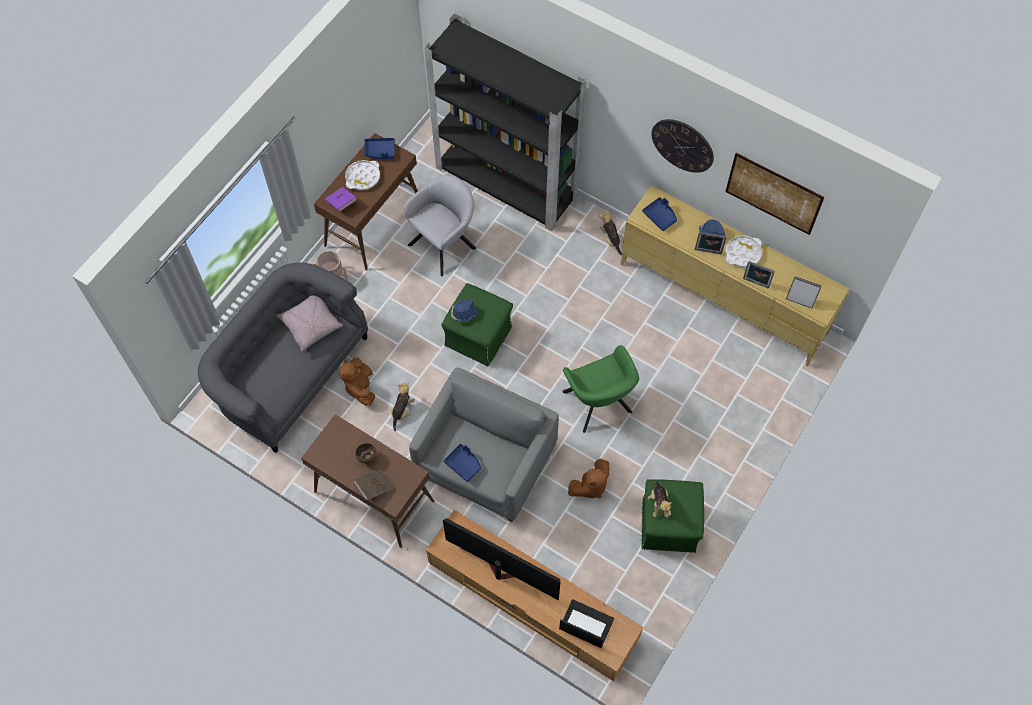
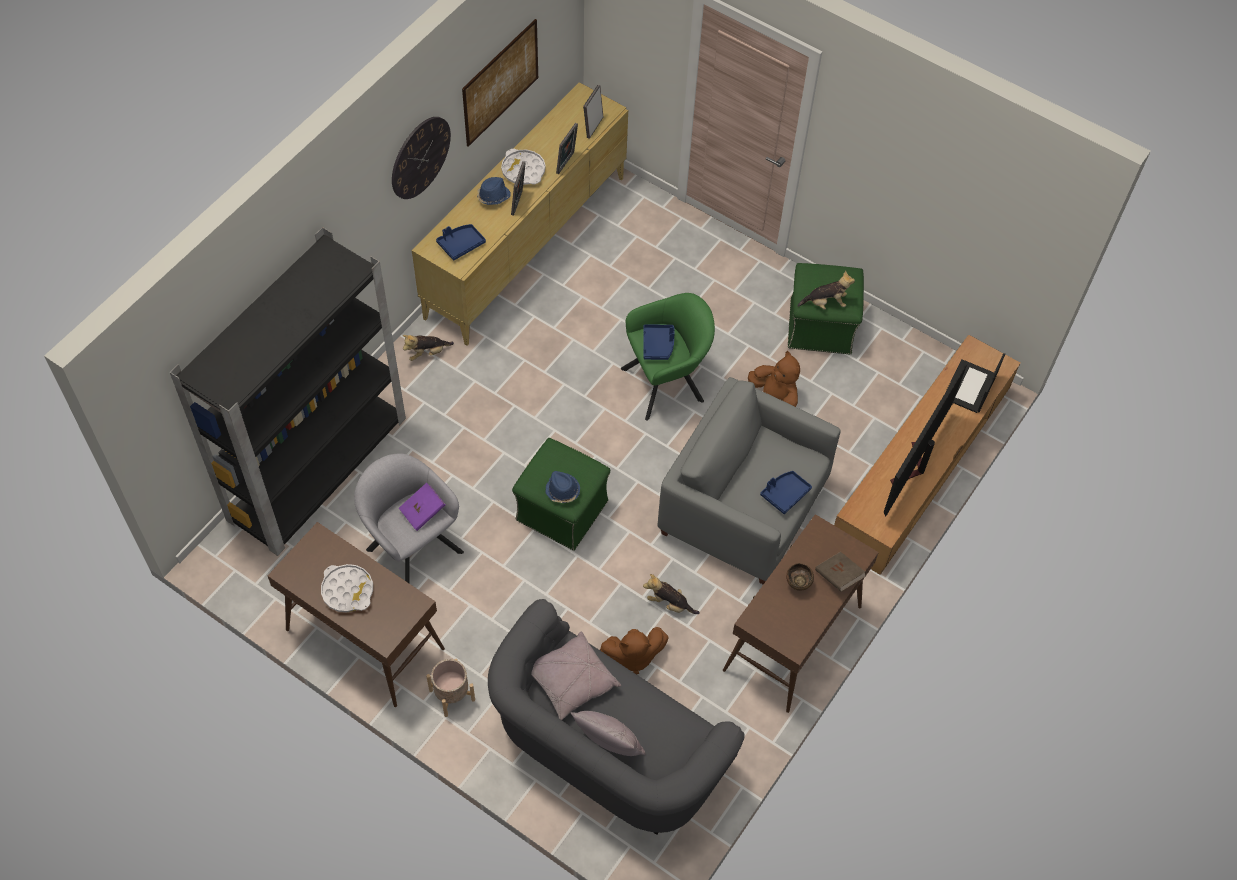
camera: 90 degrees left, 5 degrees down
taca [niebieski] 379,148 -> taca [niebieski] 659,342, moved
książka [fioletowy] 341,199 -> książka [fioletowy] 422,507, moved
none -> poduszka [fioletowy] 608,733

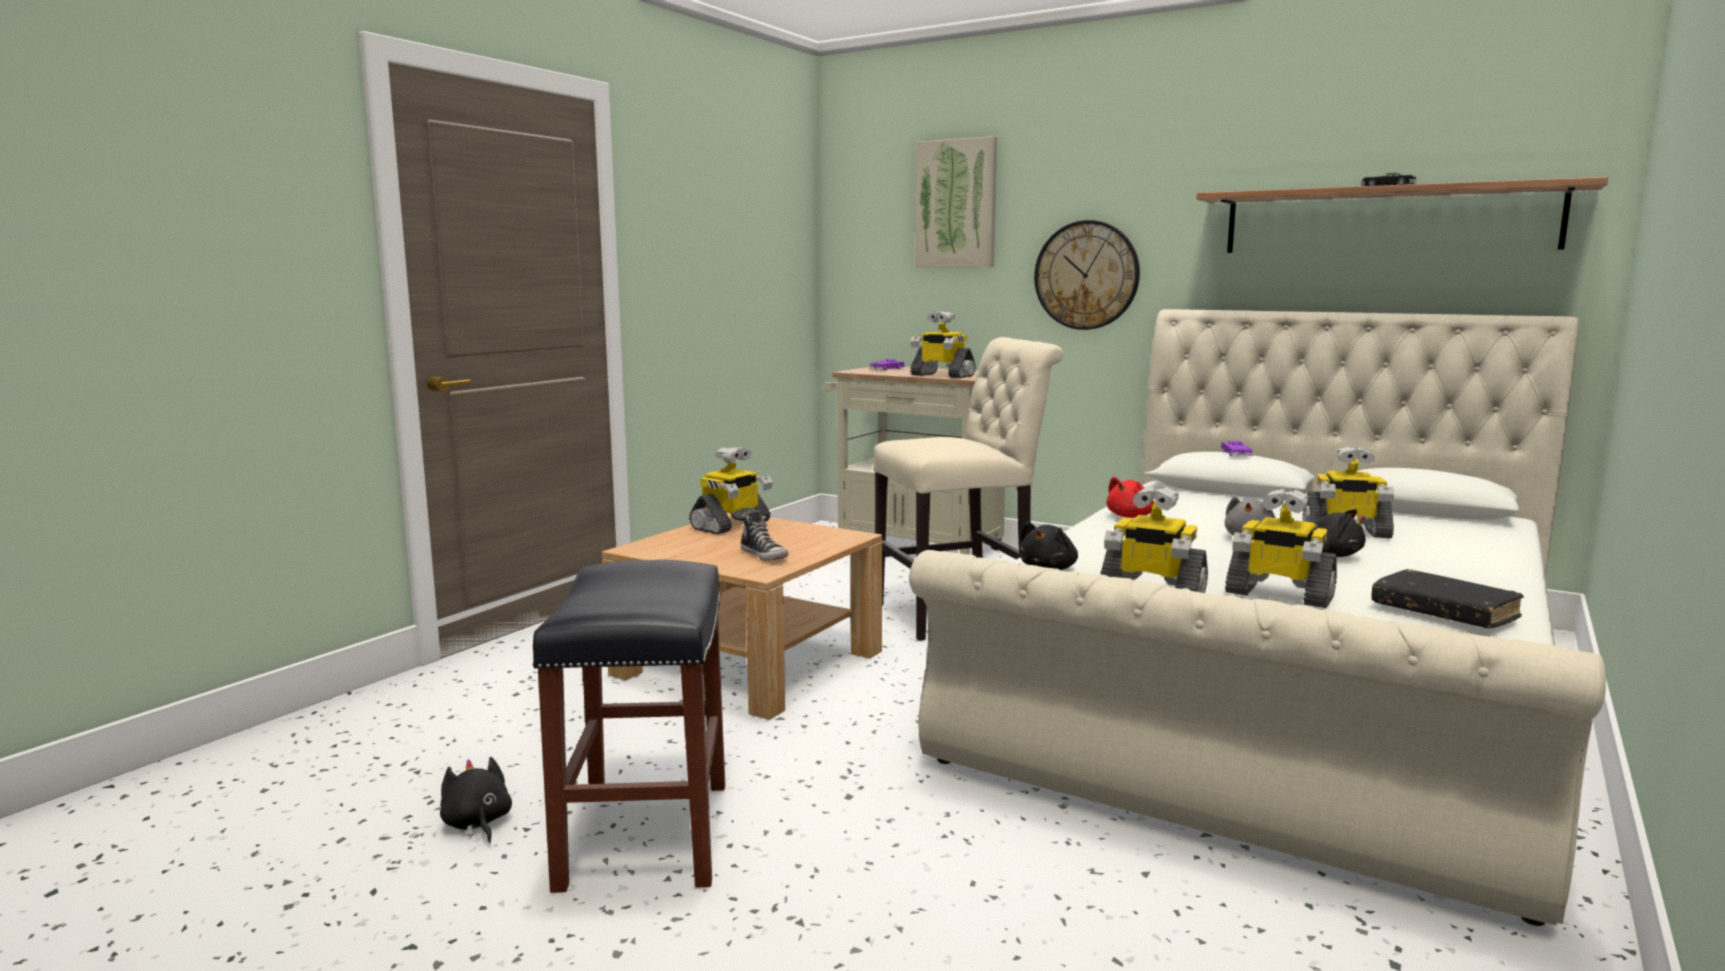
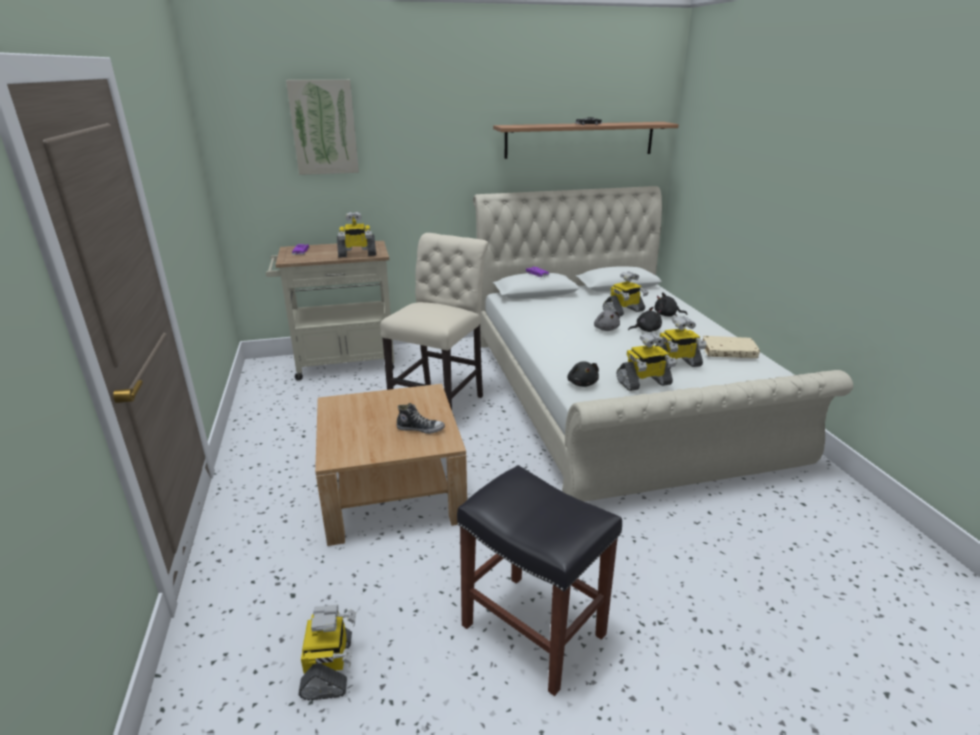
camera: 45 degrees left, 15 degrees up
zegar ścienny 1087,275 -> none
robot zabawkowy 731,490 -> robot zabawkowy 327,652, moved
pluszak [czerwony] 1130,497 -> none
książka [czarny] 1447,598 -> książka [beżowy] 731,347
pluszak [czarny] 476,800 -> pluszak [czarny] 670,304, moved

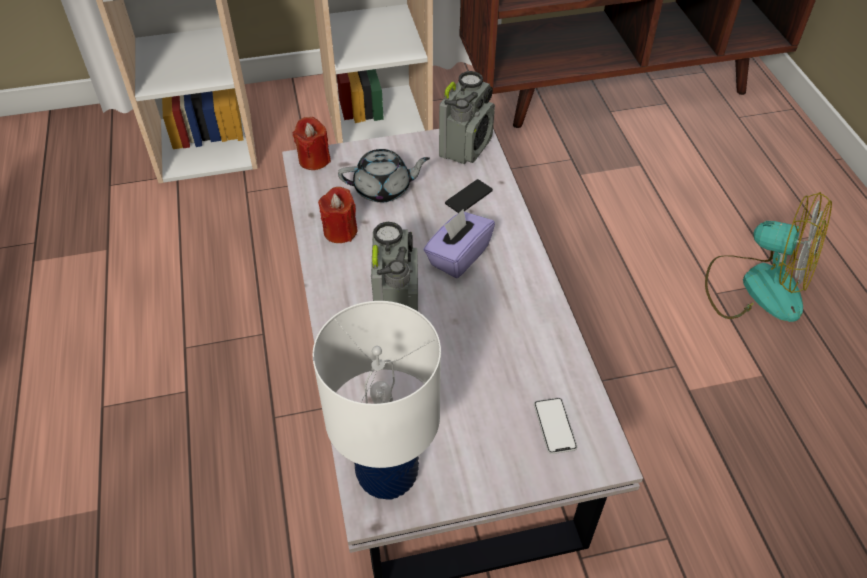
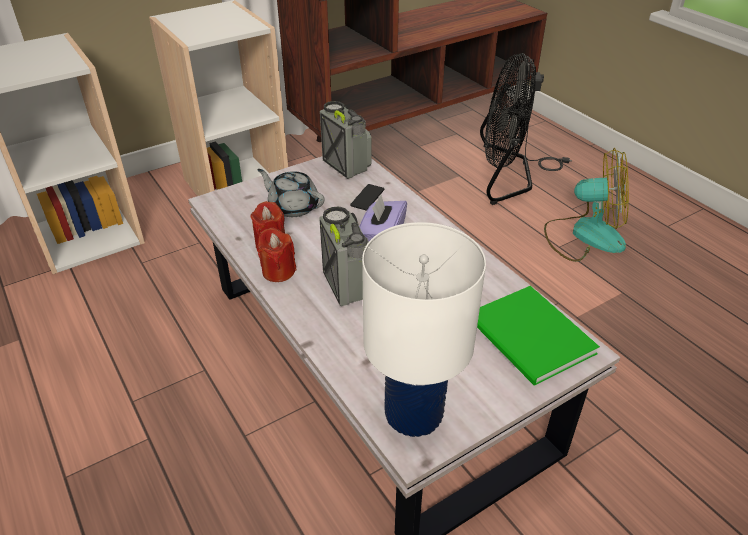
camera: 20 degrees left, 10 degrees down
radio 467,117 -> radio 346,140, 45 degrees counterclockwise
świeca [czerwony] 312,143 -> świeca [czerwony] 277,254, moved
imbryk [szary] 384,176 -> imbryk [szary] 291,193, 120 degrees counterclockwise
telefon 555,426 -> książka [zielony] 538,336
none -> wentylator [czarny] 526,129

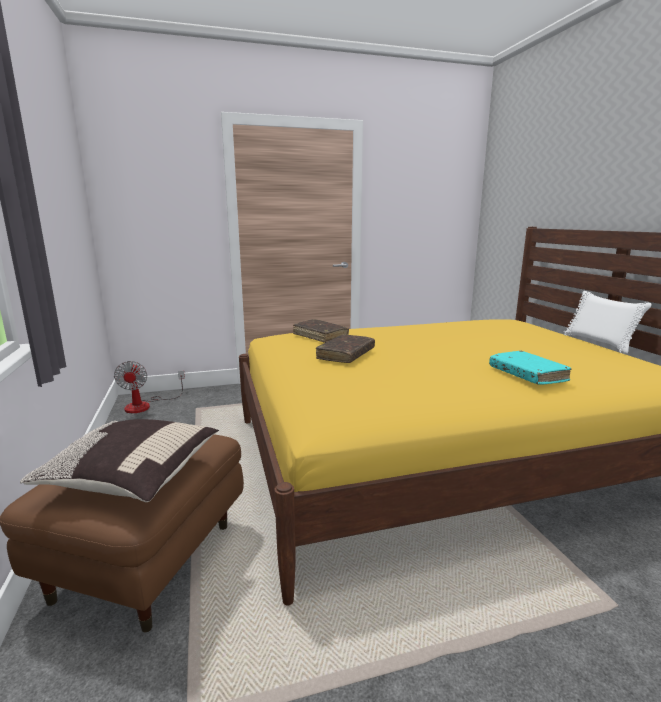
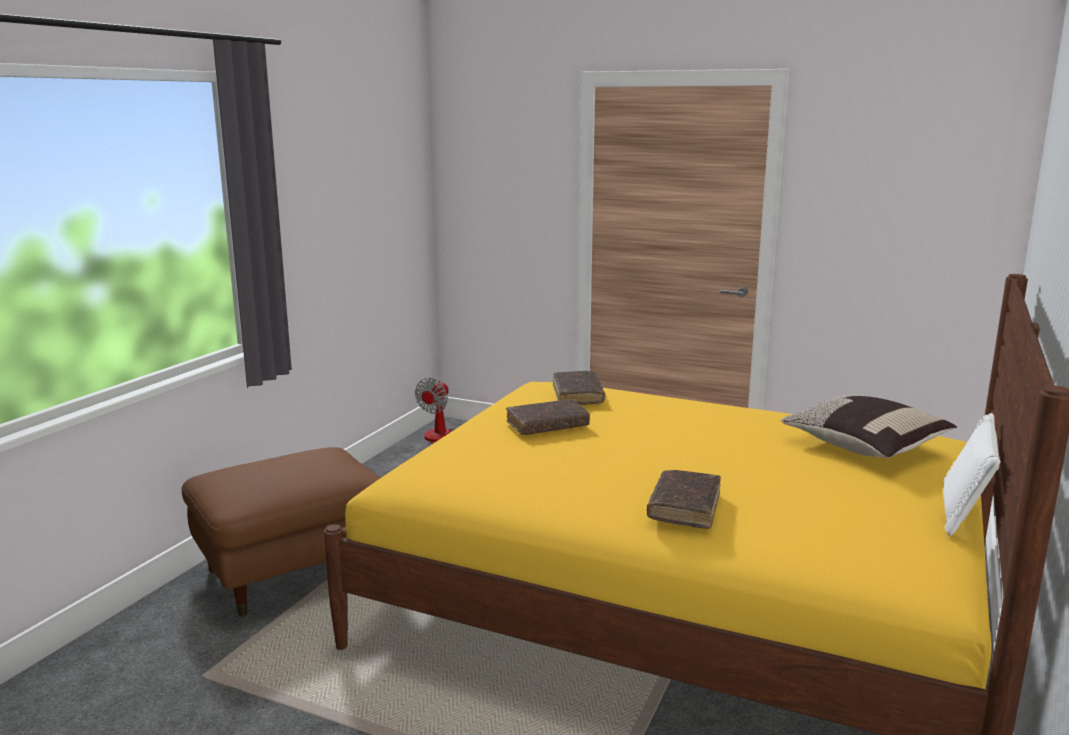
camera: 40 degrees right, 0 degrees up
książka [turkusowy] 530,368 -> książka [brązowy] 684,499
poduszka 119,460 -> poduszka 869,426, moved

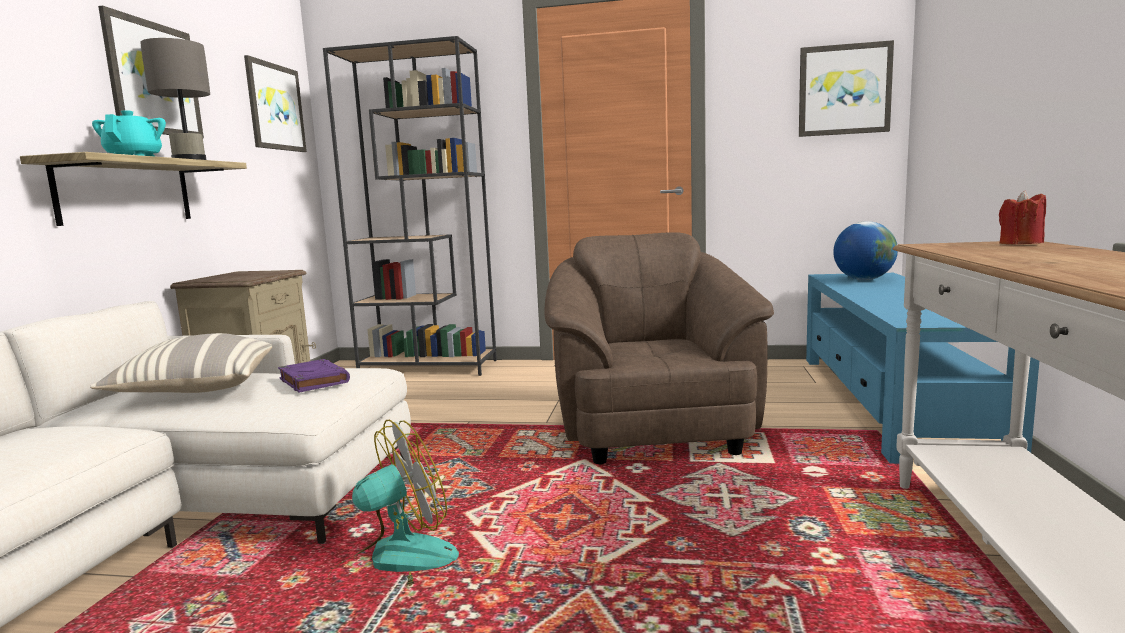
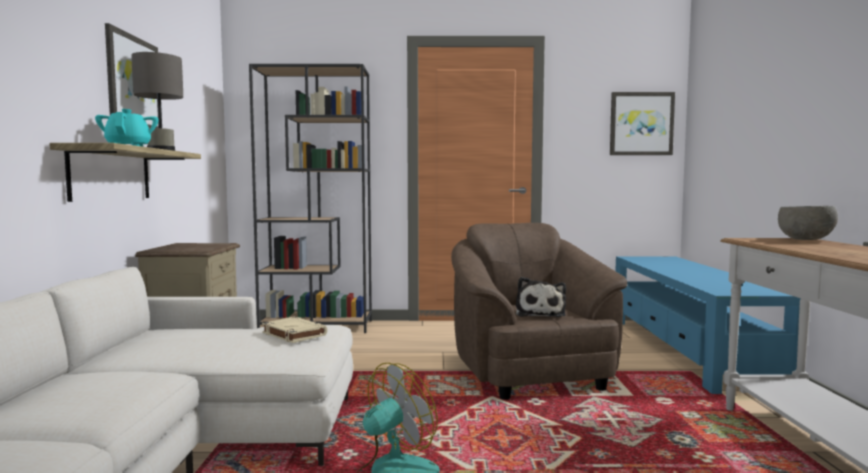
camera: 10 degrees left, 5 degrees down
obraz 275,103 -> none
świeca [czerwony] 1022,217 -> miska [szary] 808,223
globus 865,250 -> none
poduszka 181,363 -> none
książka [fioletowy] 314,376 -> książka [beżowy] 294,330
none -> pluszak 541,297

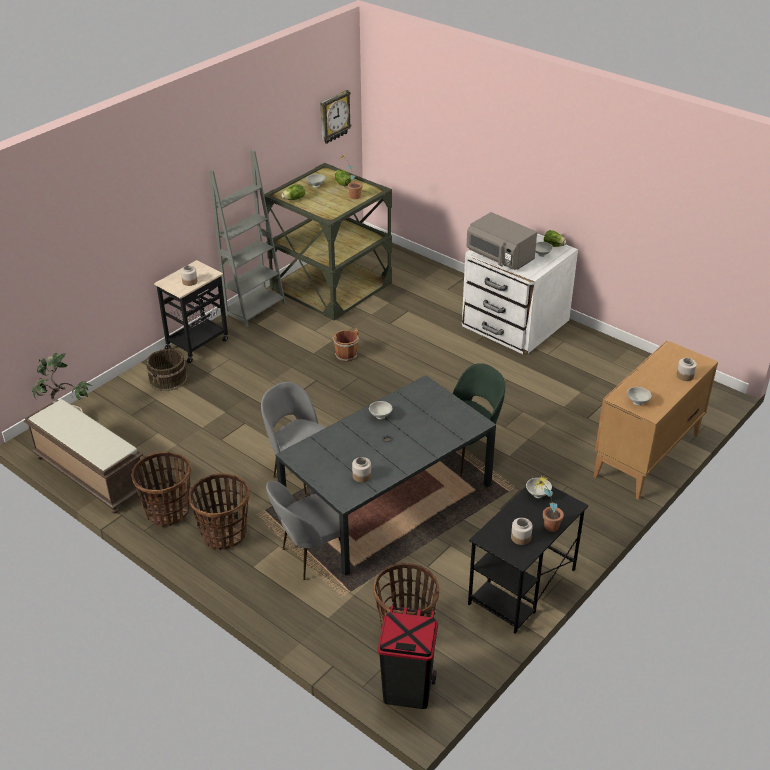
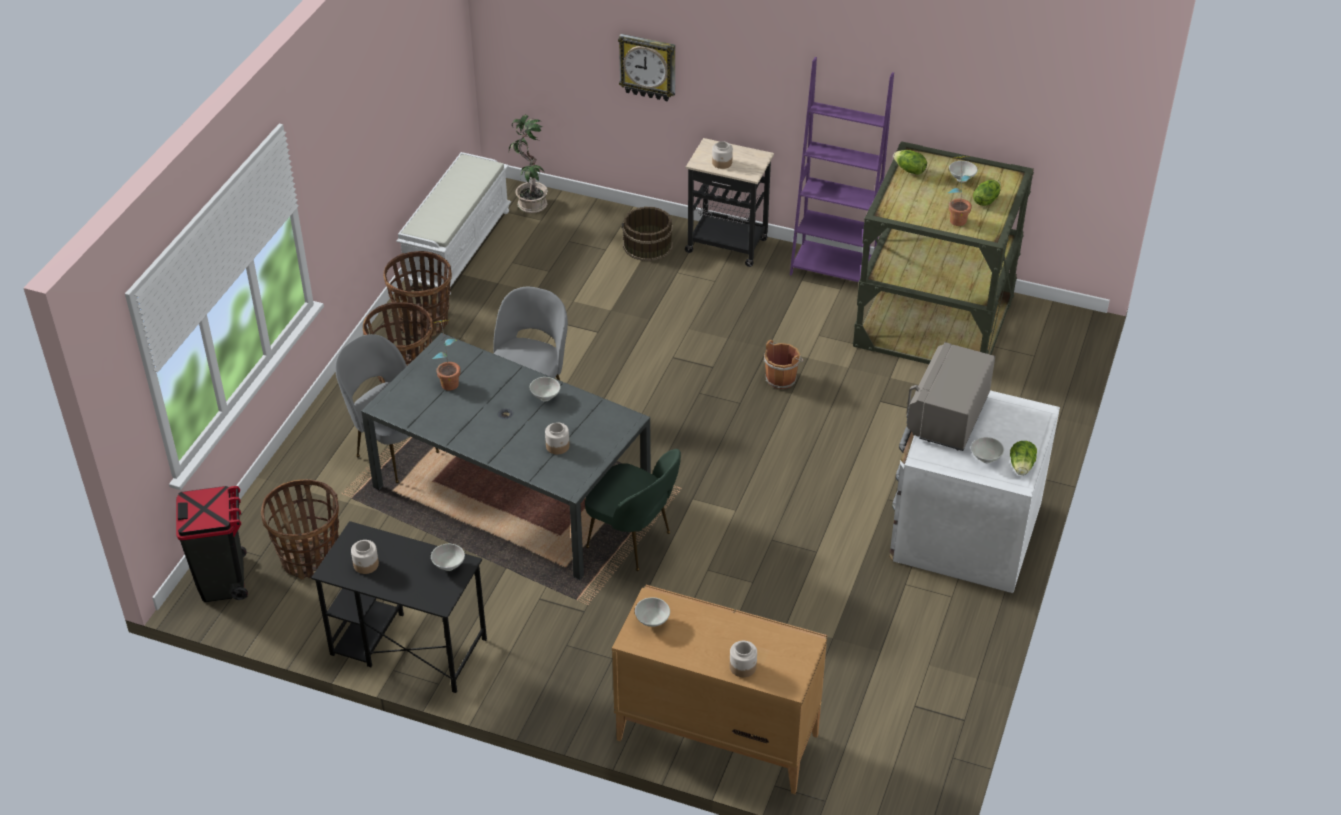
camera: 70 degrees right, 5 degrees up
zegar ścienny 336,117 -> zegar ścienny 646,67, moved
regał [szary] 247,238 -> regał [fioletowy] 842,169
ławka [brązowy] 86,456 -> ławka [biały] 453,223
słoik 361,470 -> słoik 557,438, moved
roślina doniczkowa 549,504 -> roślina doniczkowa 446,355, moved

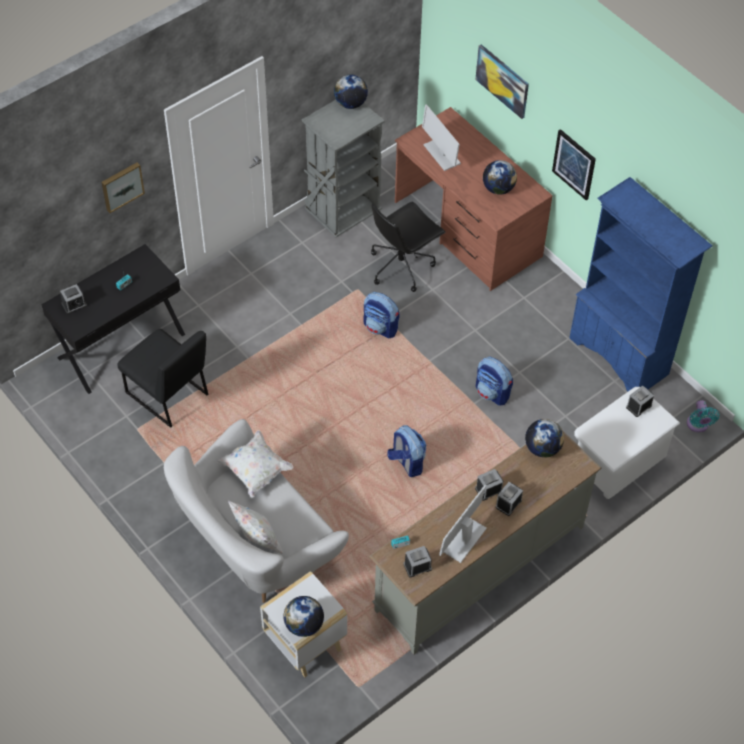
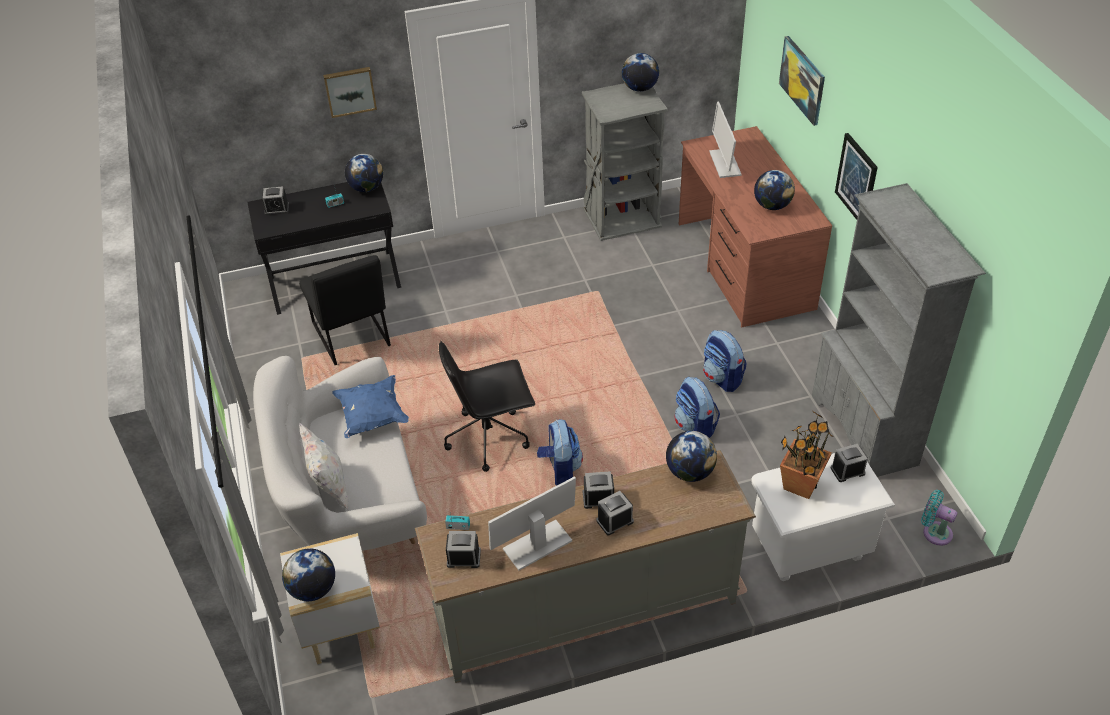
camera: 25 degrees right, 10 degrees down
regał [niebieski] 641,284 -> regał [szary] 899,330
krzesło biurowe [czarny] 408,246 -> krzesło biurowe [czarny] 487,406, moved
plecak 381,315 -> plecak 725,361, moved
wentylator [turkusowy] 703,416 -> wentylator [turkusowy] 939,518, 105 degrees clockwise
poduszka [biały] 255,463 -> poduszka [niebieski] 370,406
none -> globus 364,173
none -> roślina doniczkowa 806,455

